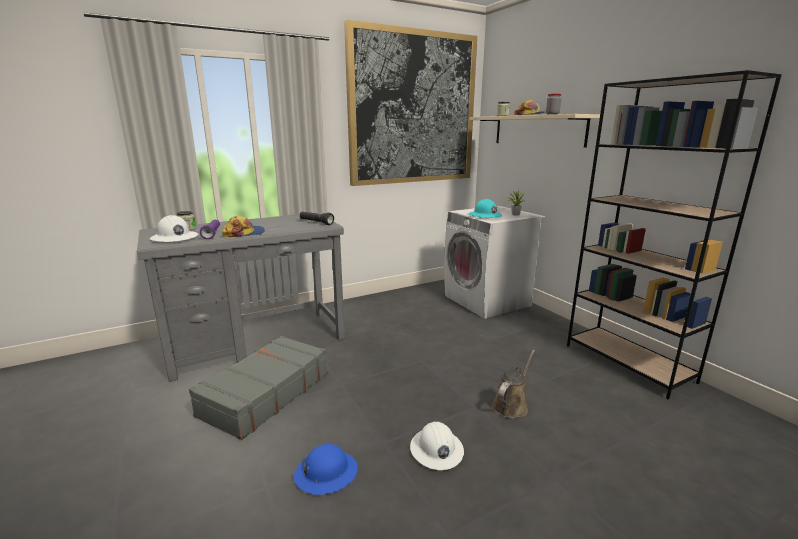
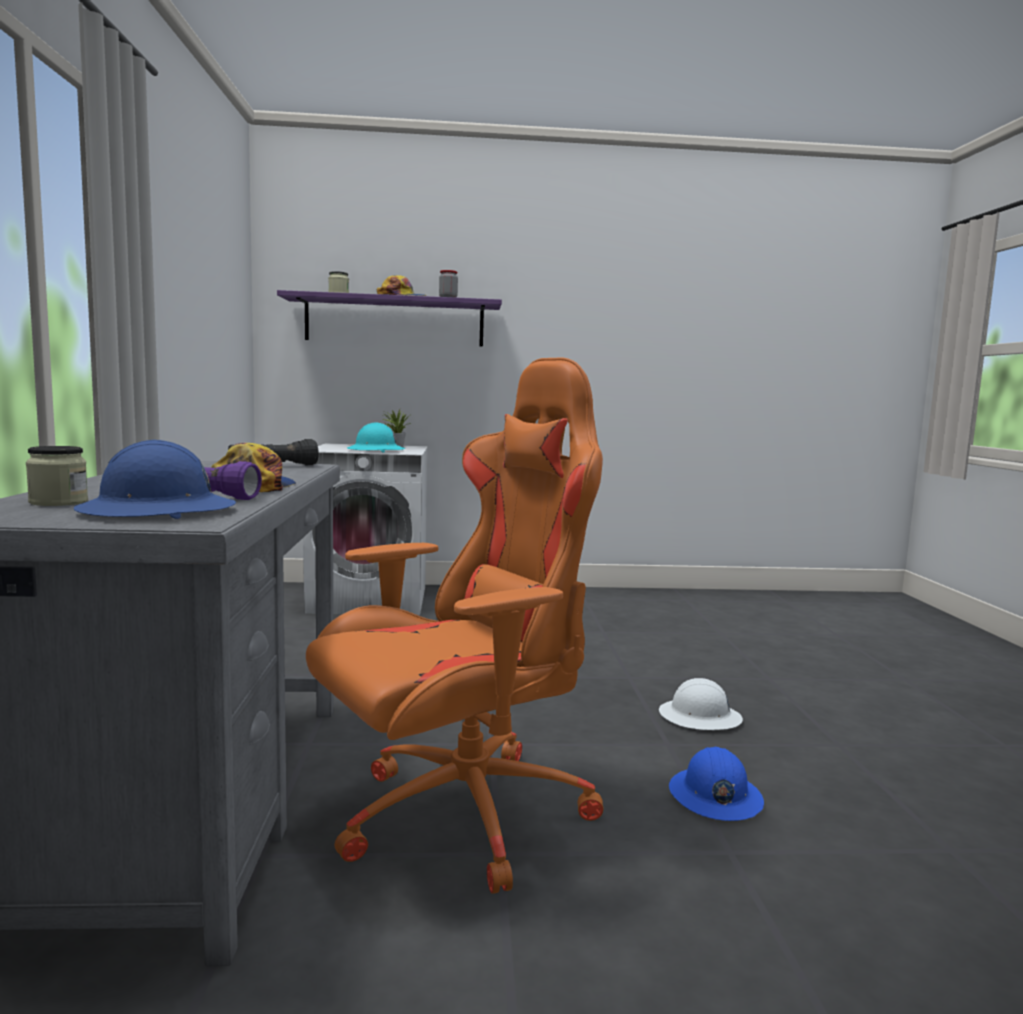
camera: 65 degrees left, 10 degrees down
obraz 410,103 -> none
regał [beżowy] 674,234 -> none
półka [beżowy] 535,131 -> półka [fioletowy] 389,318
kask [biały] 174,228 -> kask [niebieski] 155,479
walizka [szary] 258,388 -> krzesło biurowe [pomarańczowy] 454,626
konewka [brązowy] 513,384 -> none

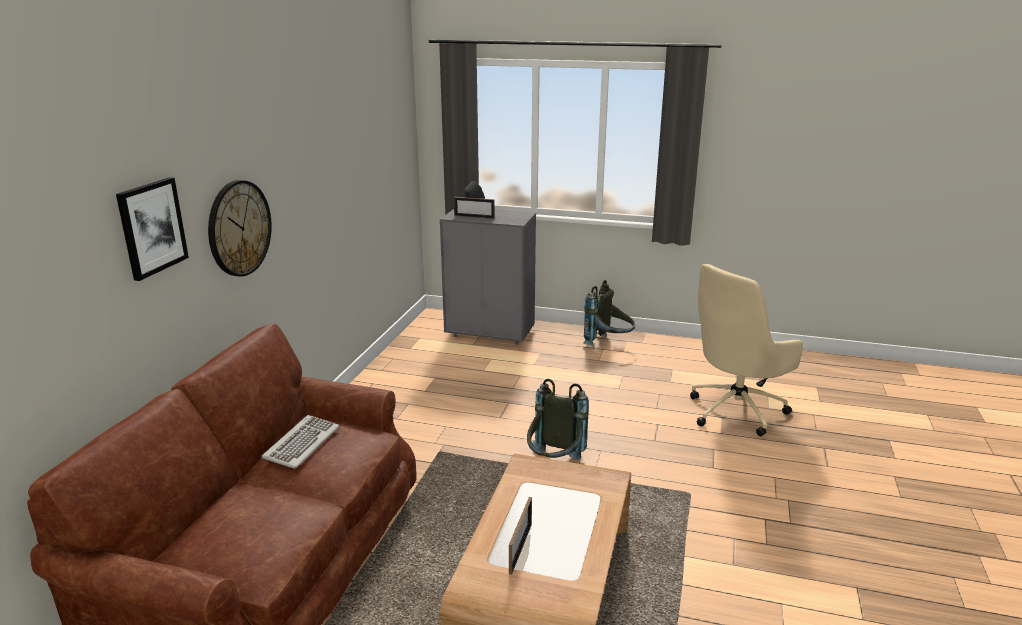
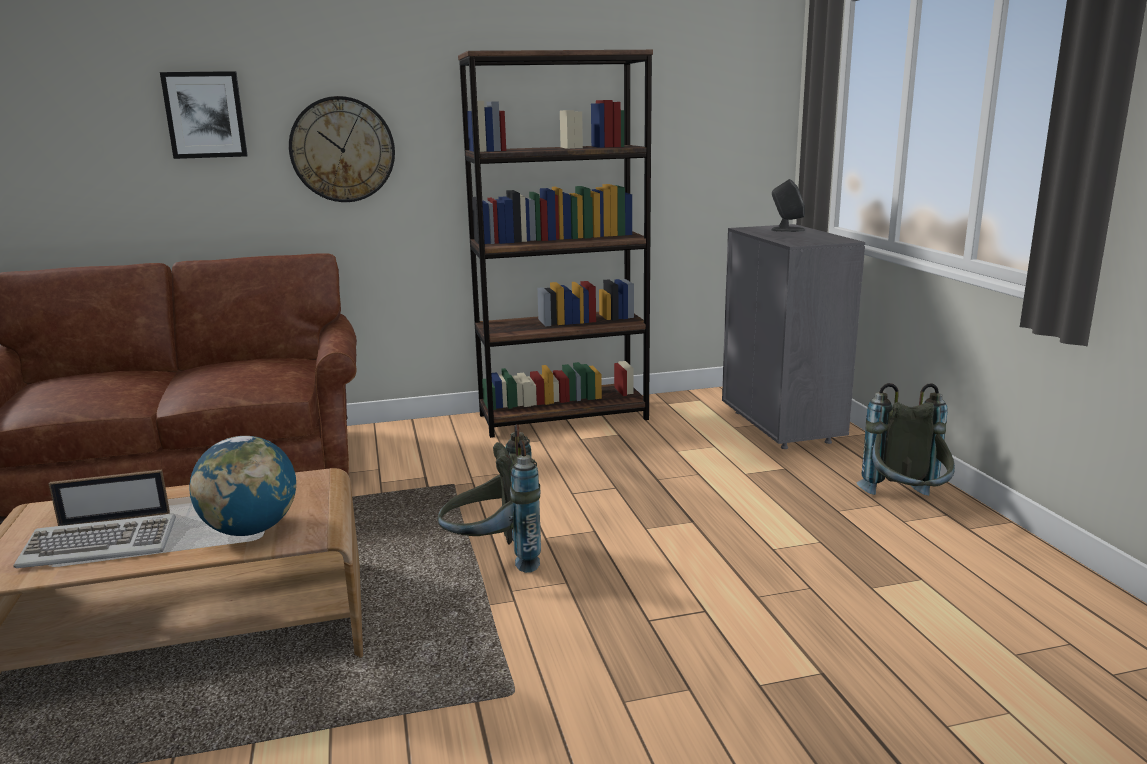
camera: 60 degrees right, 5 degrees down
ramka na zdjęcie 474,208 -> none
krzesło biurowe [beżowy] 746,350 -> none
klawiatura 300,442 -> klawiatura 95,541, moved
none -> regał [brązowy] 555,244
none -> globus 242,486

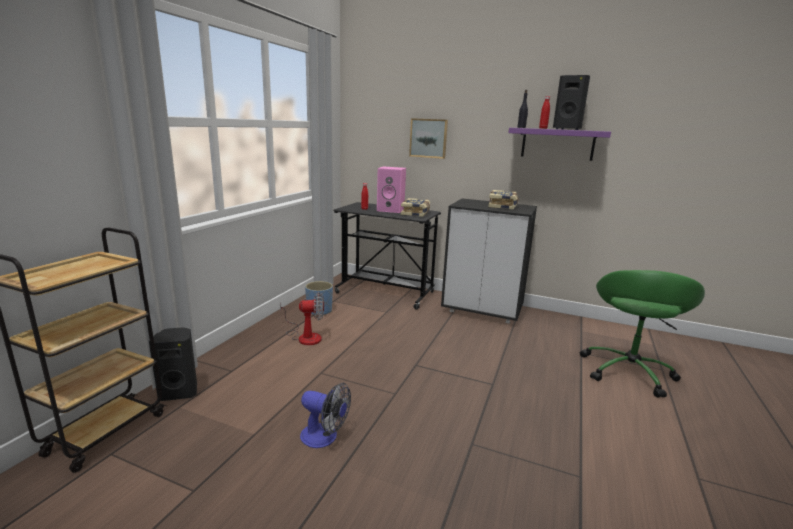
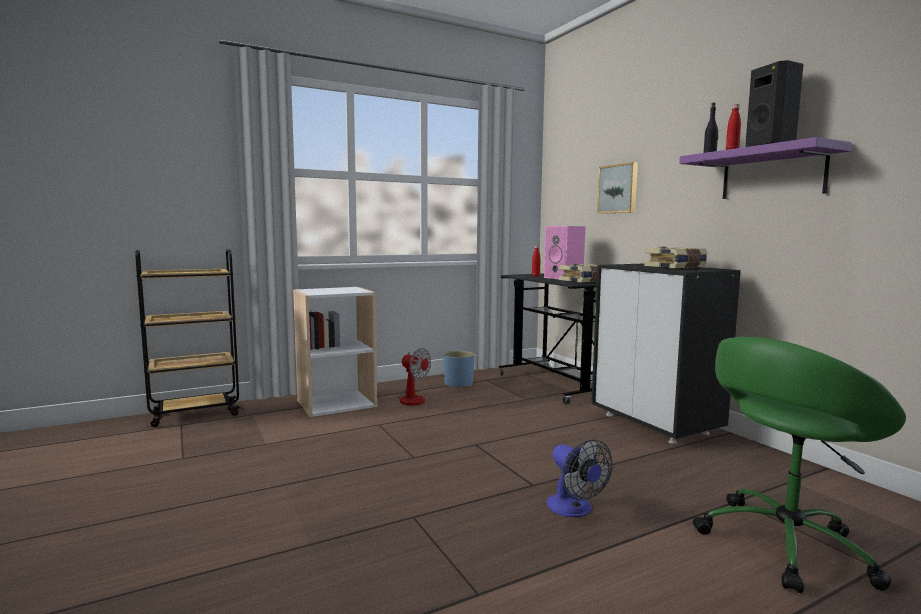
camera: 40 degrees right, 10 degrees down
głośnik [czarny] 173,364 -> none
wentylator 325,415 -> wentylator 579,478, moved
none -> regał [biały] 335,352

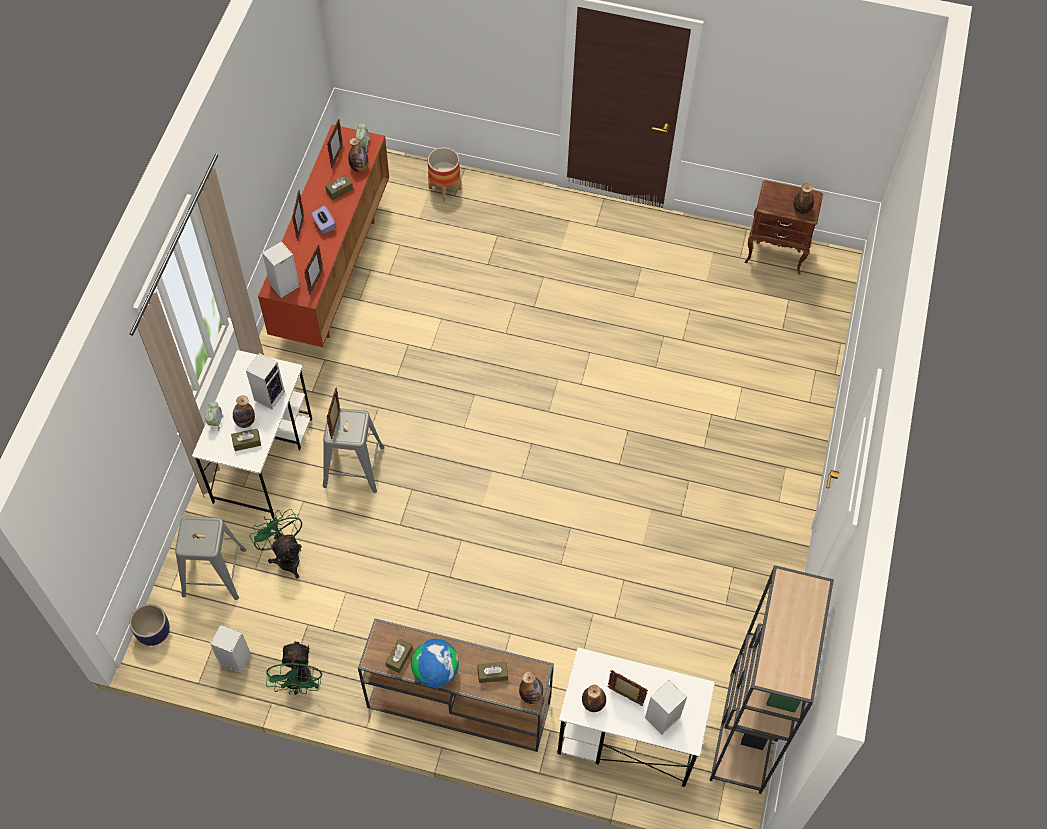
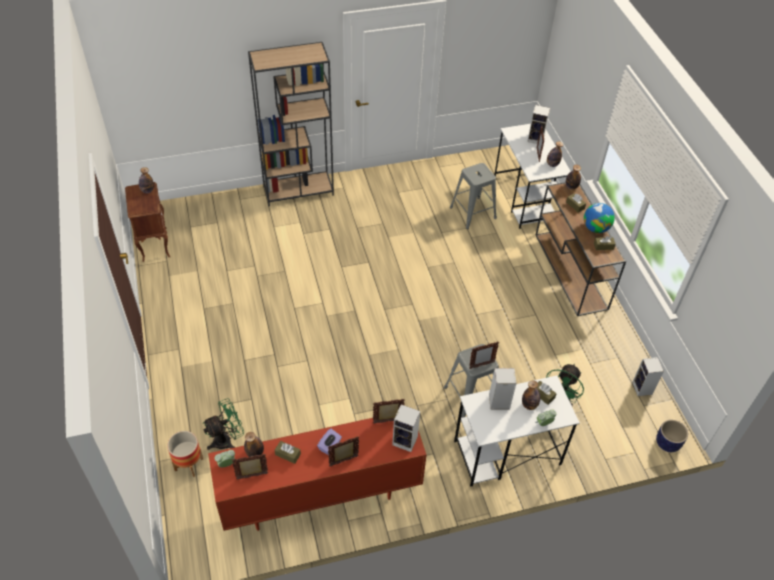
camera: 120 degrees left, 10 degrees down
stołek [szary] 210,558 -> stołek [szary] 473,196, moved
regał 772,679 -> regał 291,124, moved
wentylator [zielony] 294,668 -> wentylator [zielony] 223,424, moved

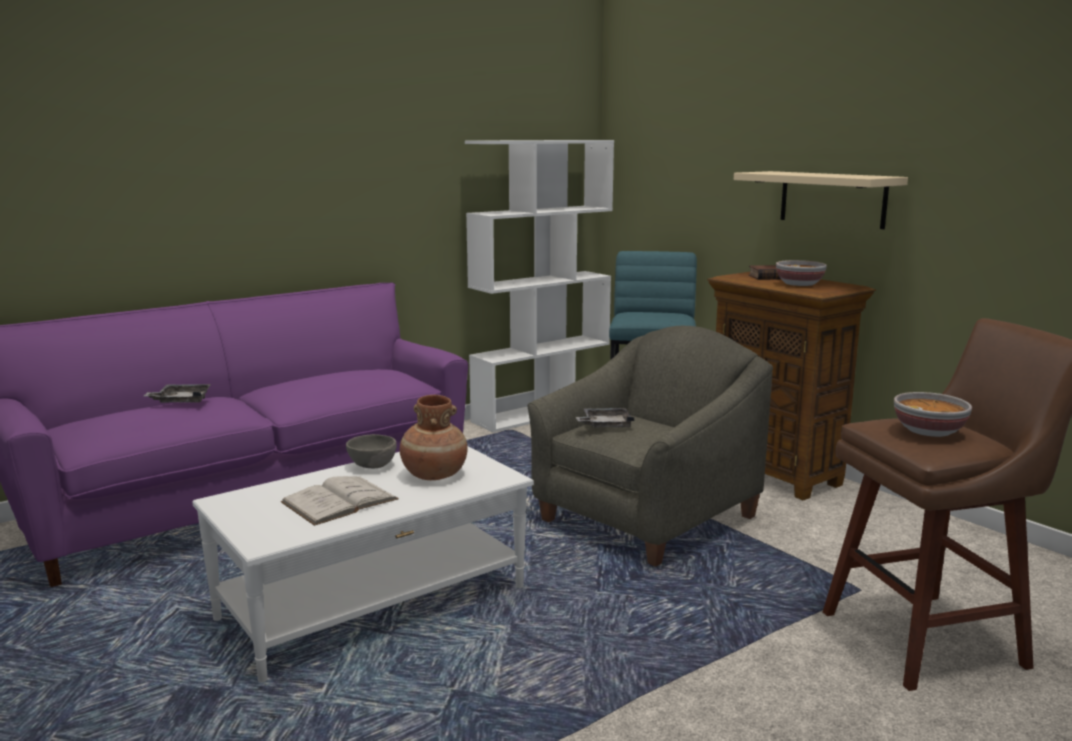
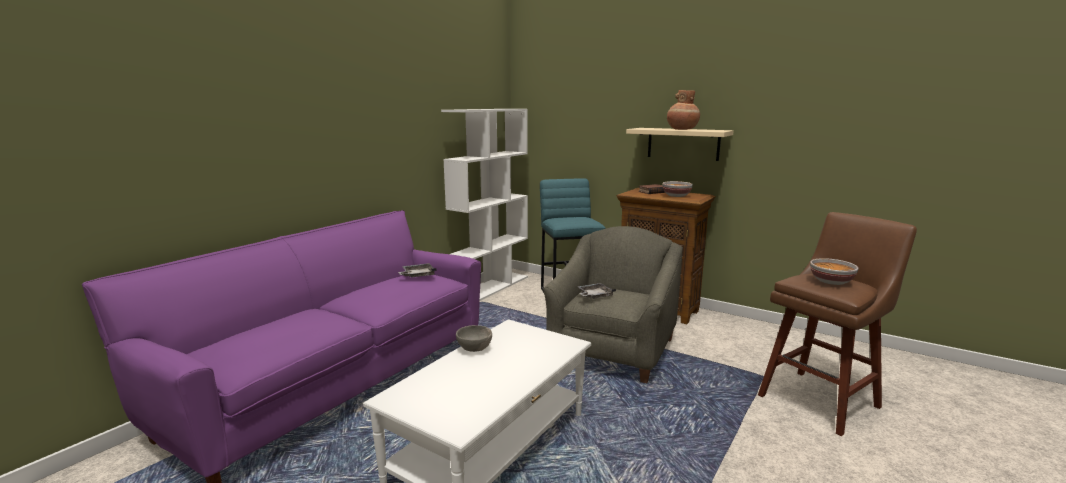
camera: 20 degrees left, 0 degrees up
taca [szary] 177,393 -> taca [szary] 417,270, moved
wazon [brązowy] 434,437 -> wazon [brązowy] 683,110, moved
książka [biały] 340,501 -> none

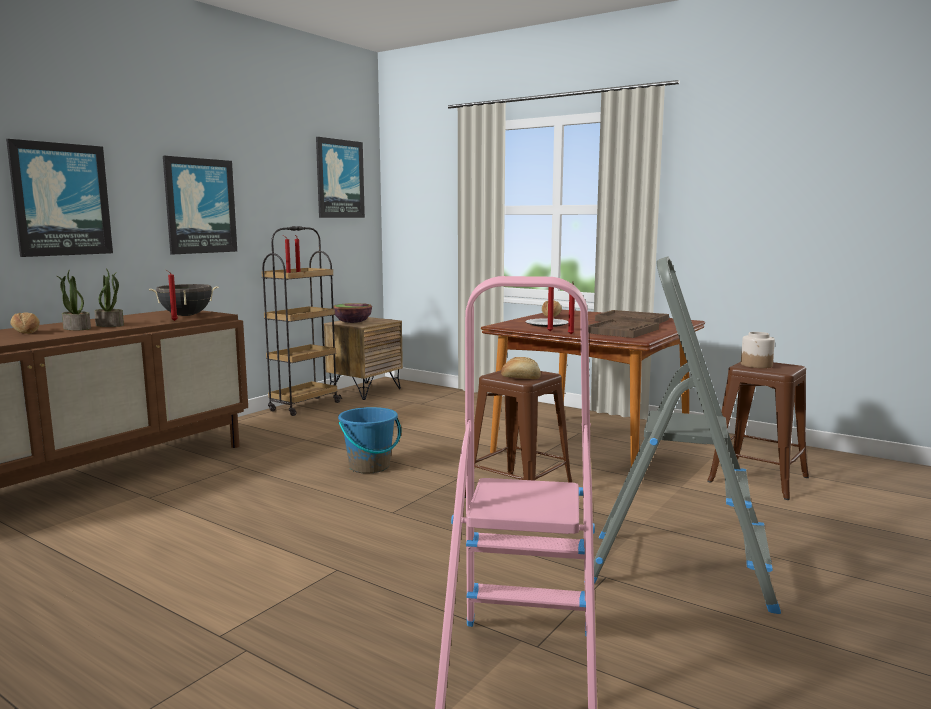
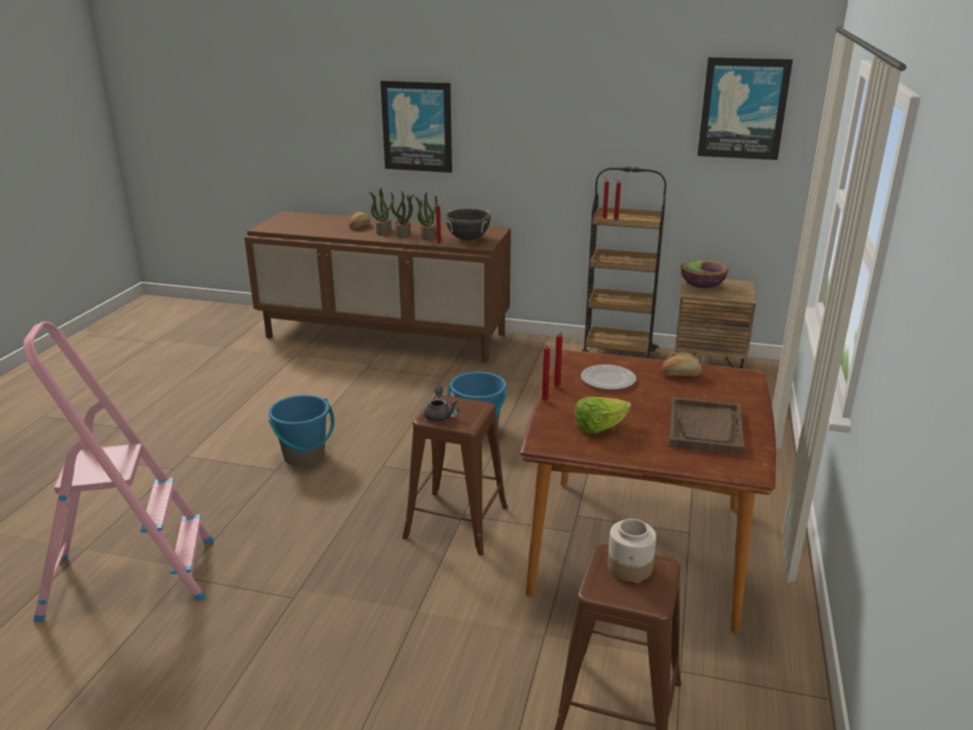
camera: 70 degrees right, 15 degrees up
obraz 200,205 -> none
drabinka [szary] 682,435 -> none
taca [brązowy] 623,328 -> sałata 603,415
chleb 521,368 -> imbryk [szary] 441,404
none -> roślina doniczkowa 426,216
none -> wiadro [niebieski] 301,430

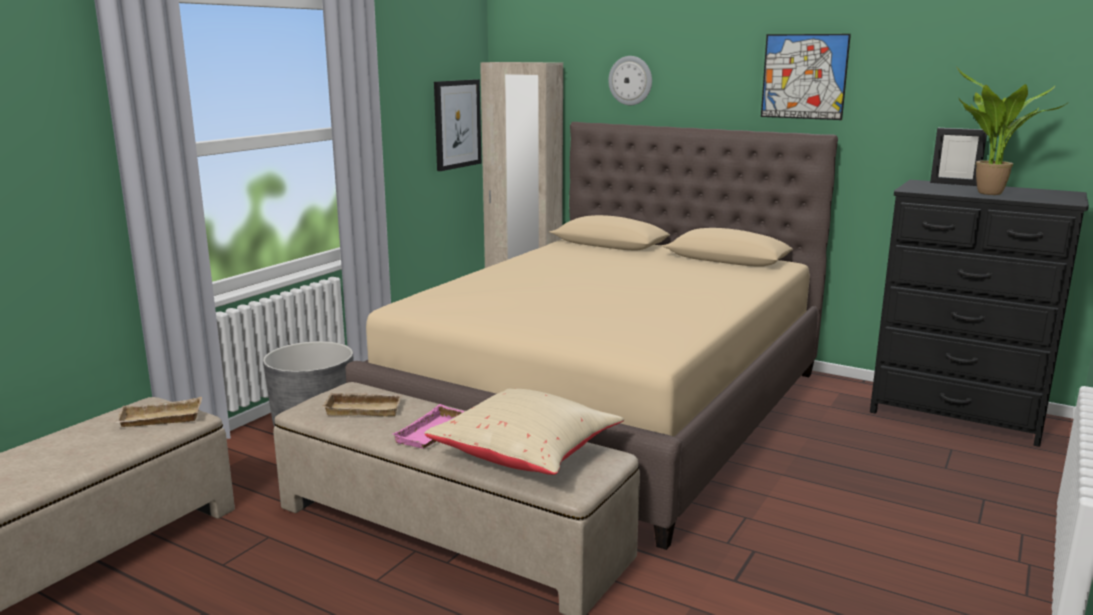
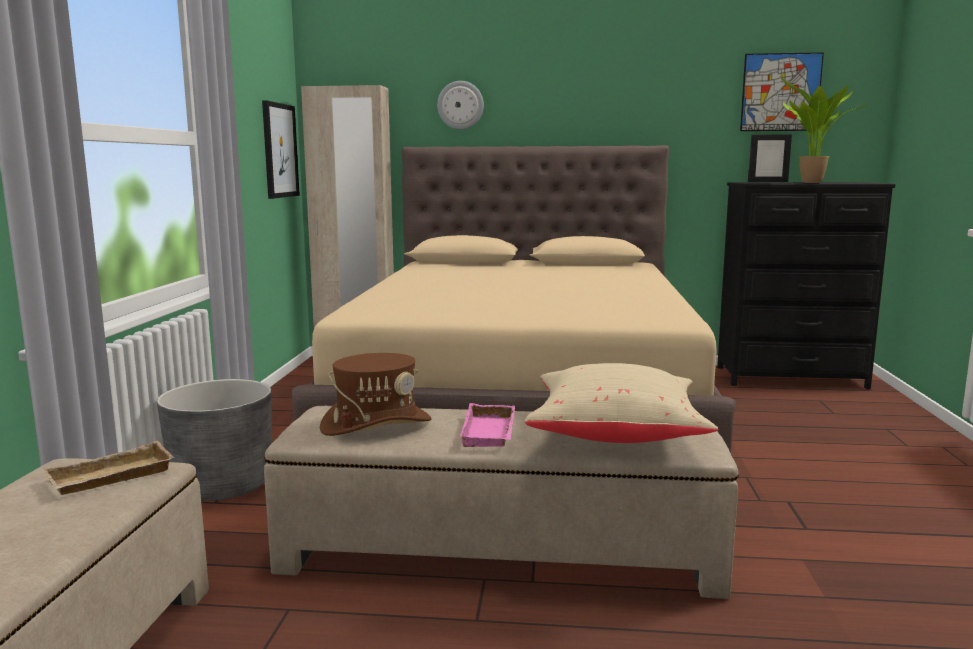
camera: 25 degrees left, 5 degrees down
obraz 806,77 -> obraz 782,91, moved
taca [beżowy] 362,404 -> kapelusz [brązowy] 376,394

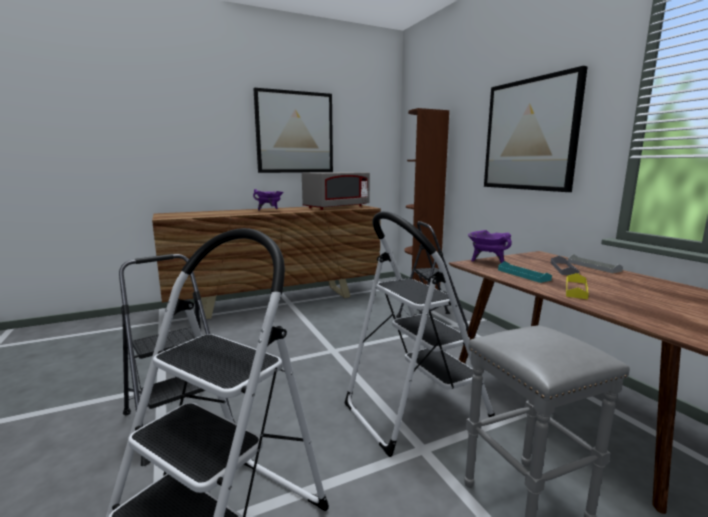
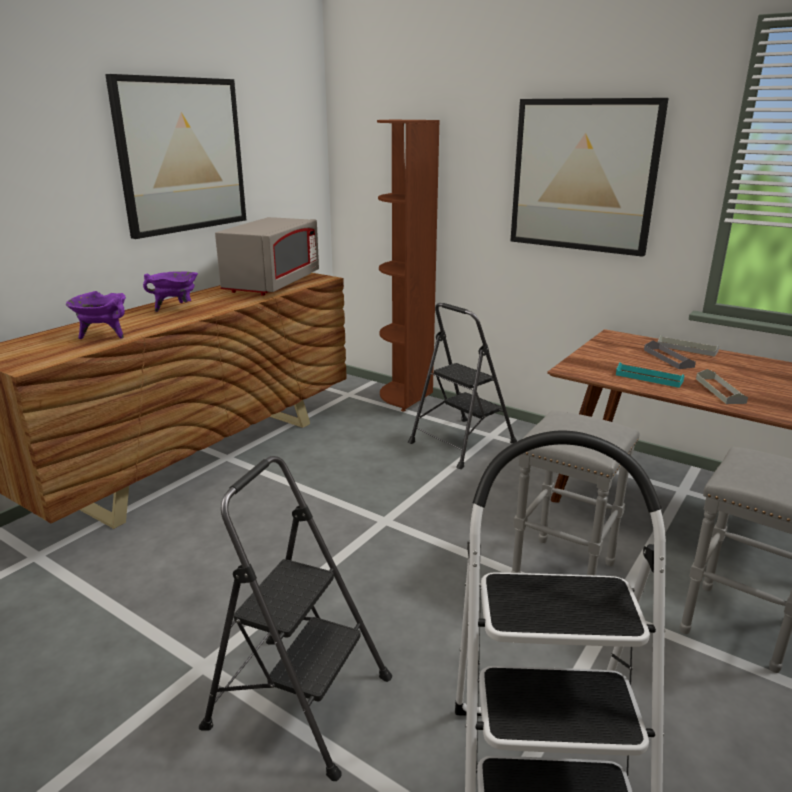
camera: 30 degrees left, 10 degrees up
drabinka 420,334 -> stołek [szary] 575,493
garnek [fioletowy] 490,246 -> garnek [fioletowy] 96,315, moved
taca [żółty] 577,286 -> taca [szary] 722,386

